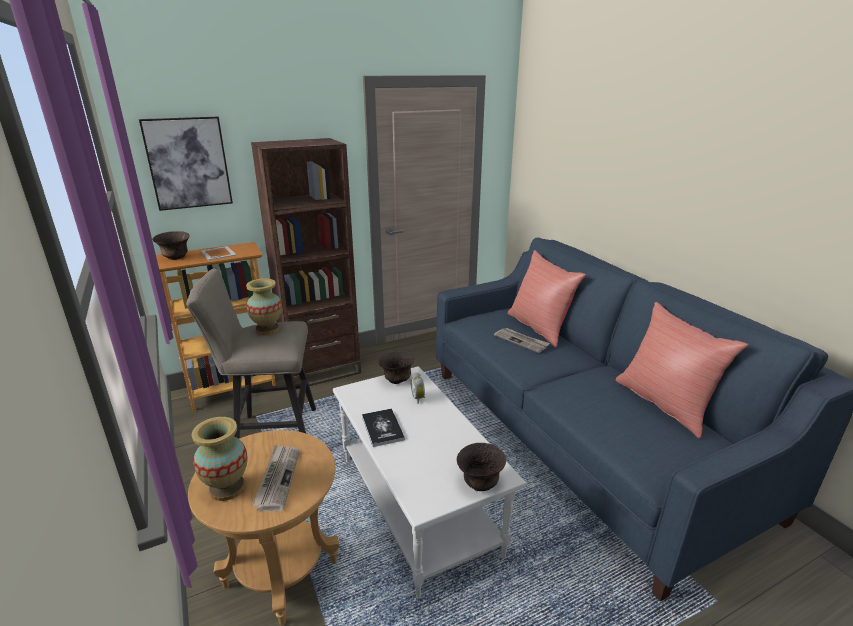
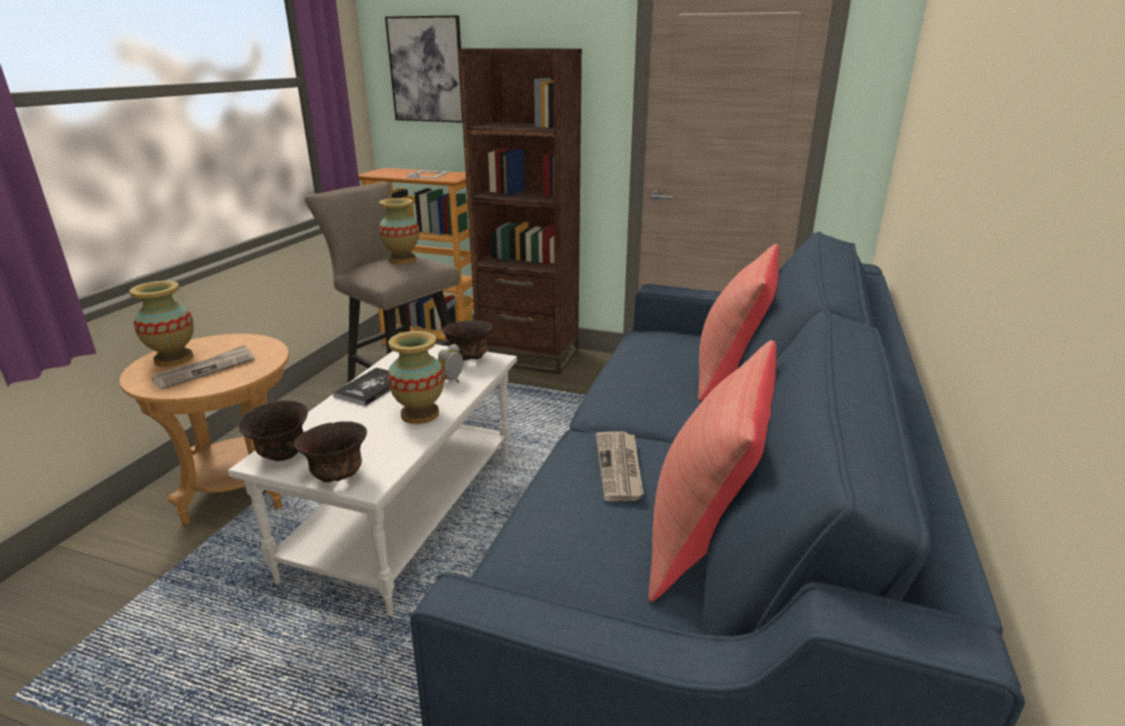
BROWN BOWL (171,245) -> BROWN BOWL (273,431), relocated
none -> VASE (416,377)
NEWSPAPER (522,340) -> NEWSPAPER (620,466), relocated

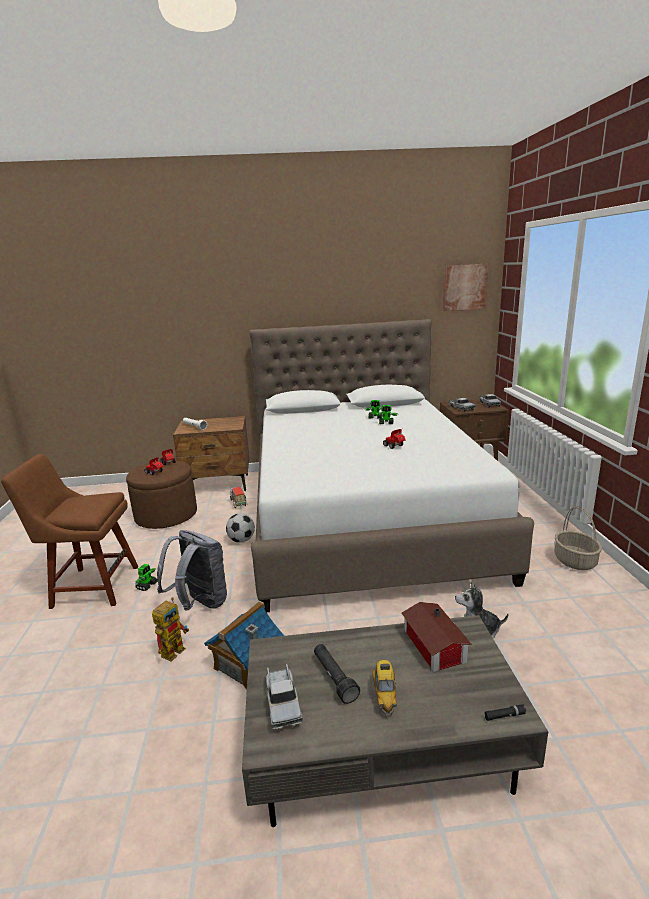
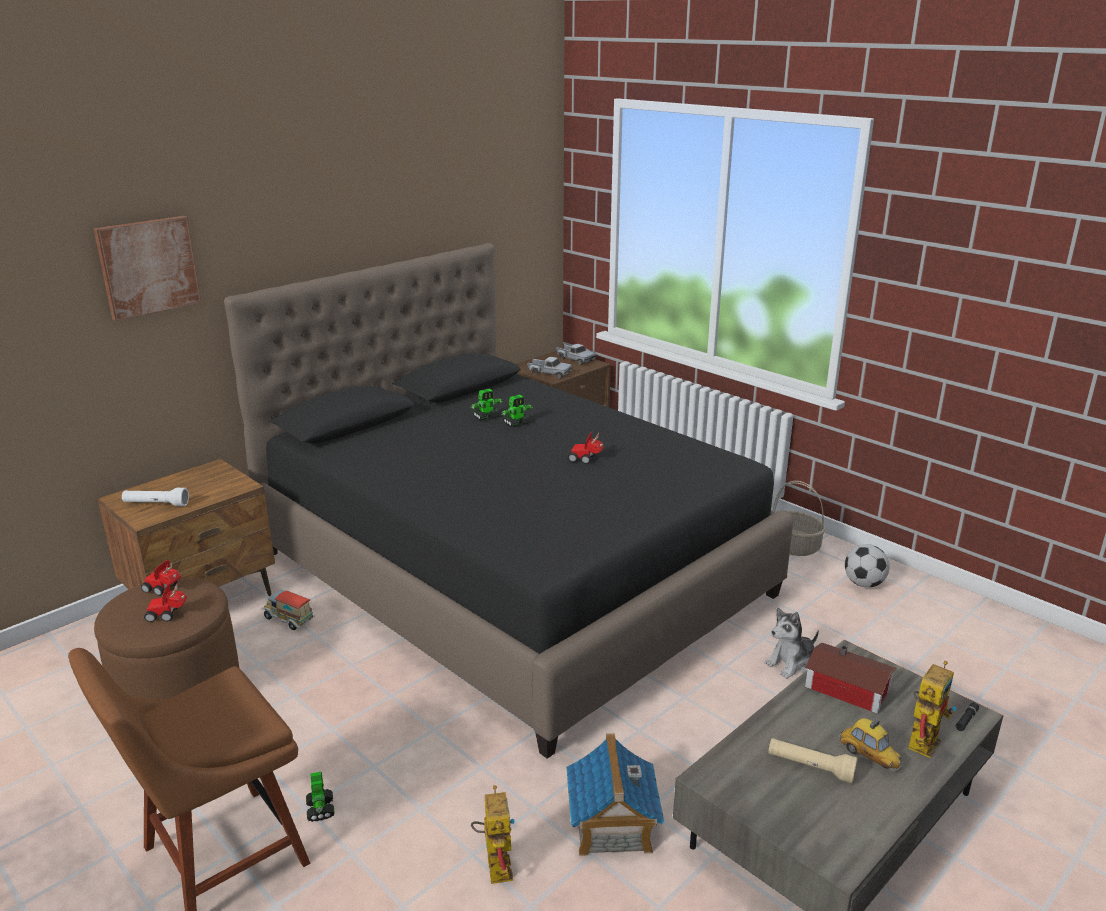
PICTURE (465,287) -> PICTURE (147,268), relocated
WHITE BED (391,465) -> BLACK BED (509,501)
BLACK FLASHLIGHT (337,674) -> BEIGE FLASHLIGHT (813,760)
FOOTBALL (240,528) -> FOOTBALL (867,566), relocated
none -> TOY ROBOT (932,709)
GREY BACKPACK (192,570) -> none
TOY TRUCK (284,697) -> none

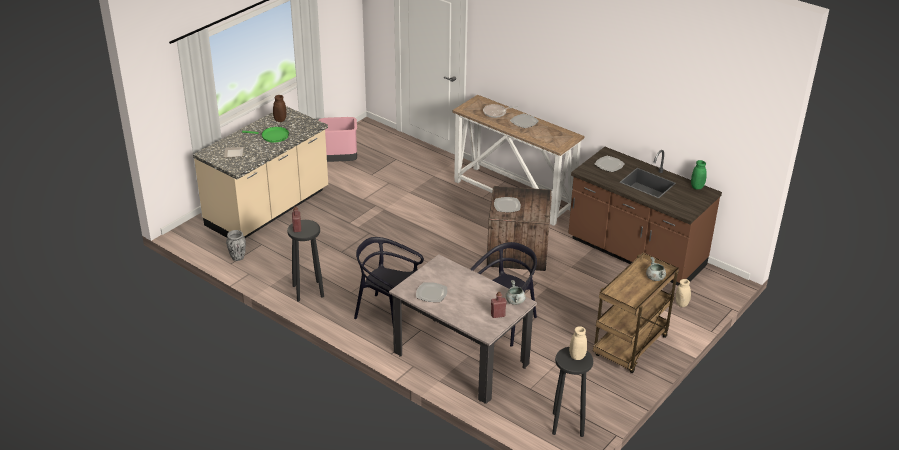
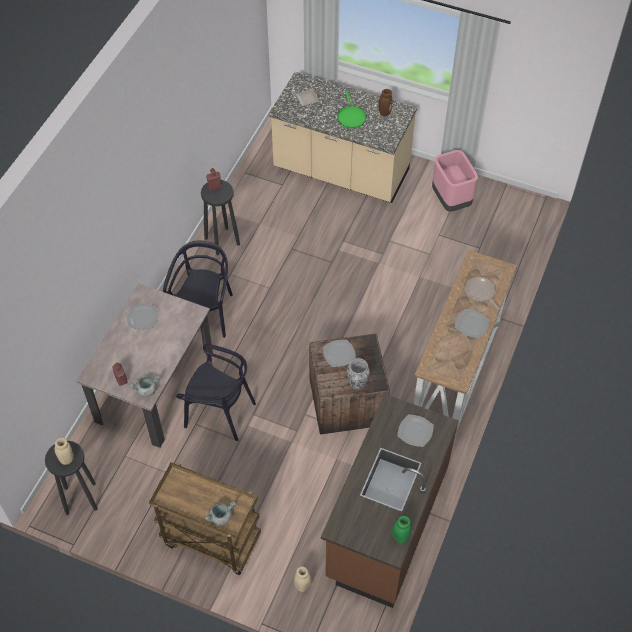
VASE (236,245) -> VASE (358,374), relocated

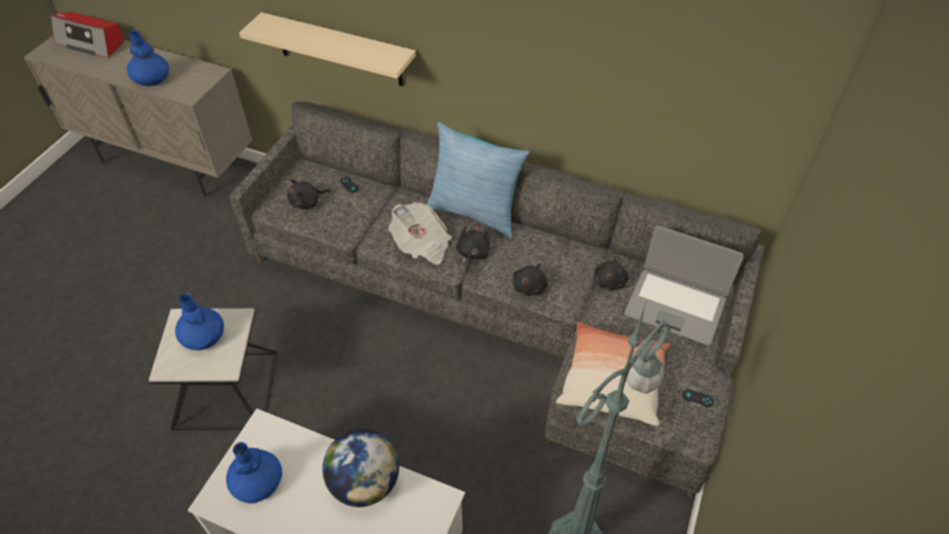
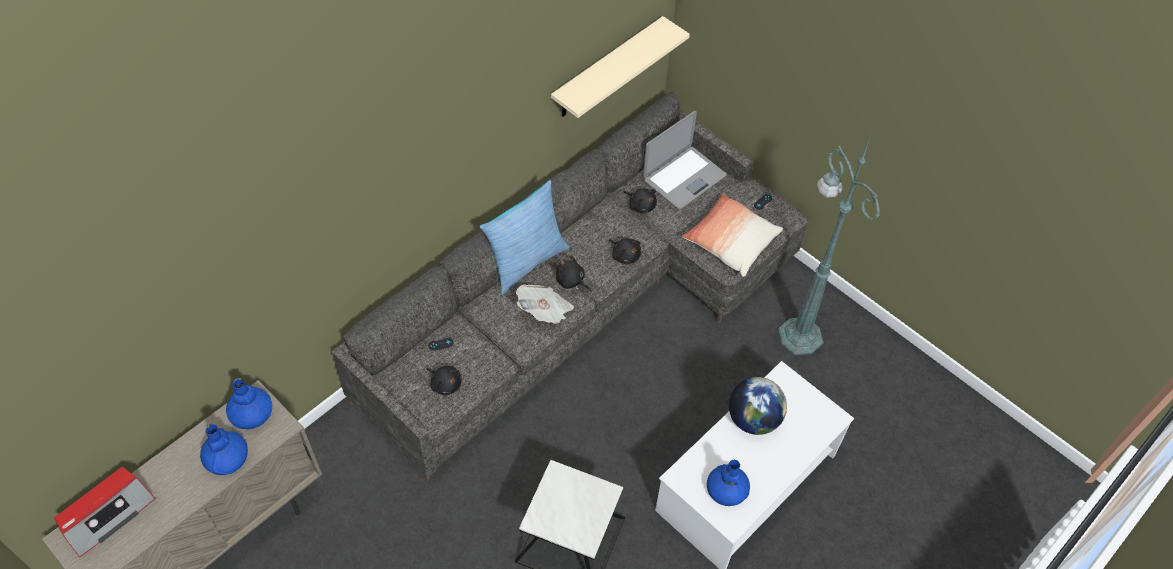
BLUE VASE (199,321) -> BLUE VASE (249,403), relocated
BLACK PLUSH TOY (309,194) -> BLACK PLUSH TOY (444,380), 45 degrees counterclockwise
BEIGE SHELF (327,49) -> BEIGE SHELF (620,67), relocated

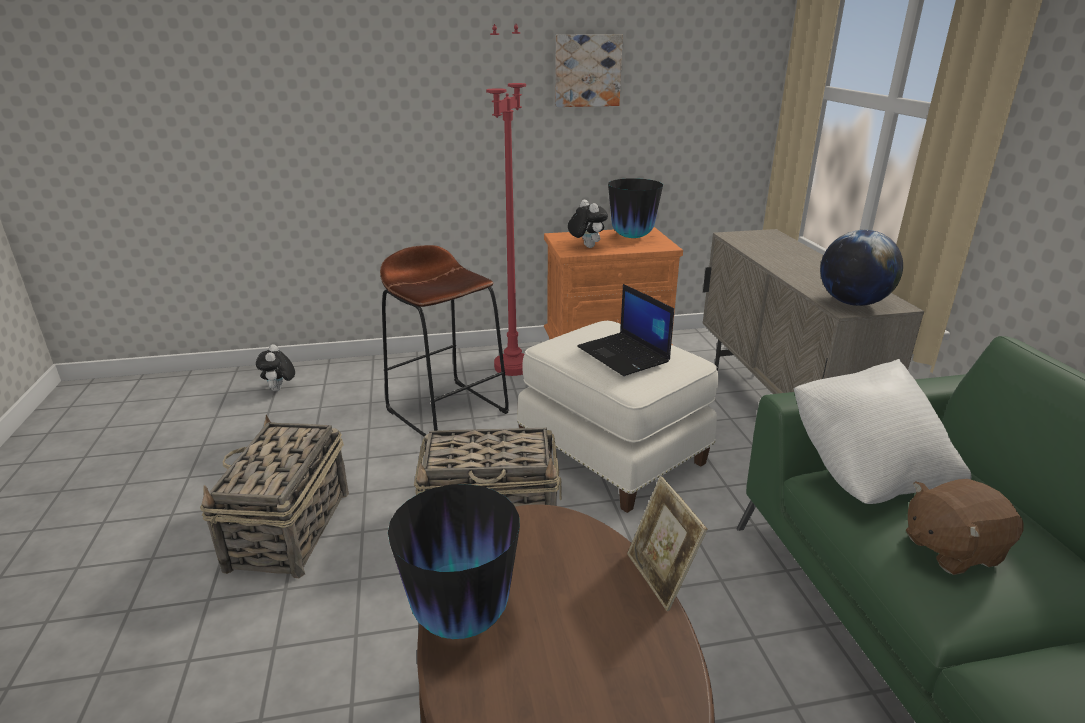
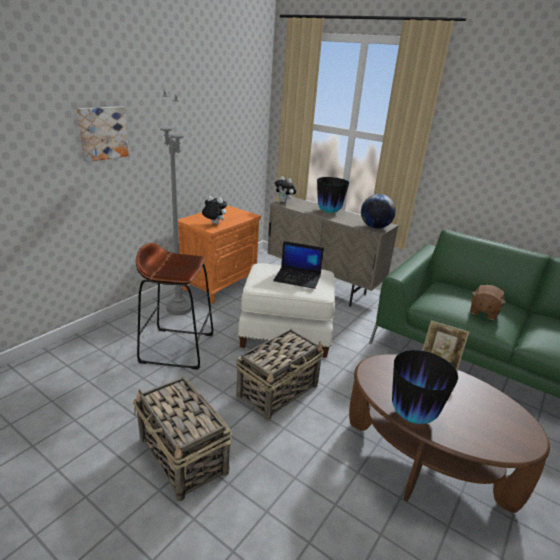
PICTURE (589,70) -> PICTURE (103,134), relocated
RED FLOOR LAMP (506,200) -> GREY FLOOR LAMP (176,202)
PLUSH TOY (275,367) -> PLUSH TOY (285,189), relocated
VASE (635,208) -> VASE (333,195), relocated
WHITE PILLOW (882,431) -> none

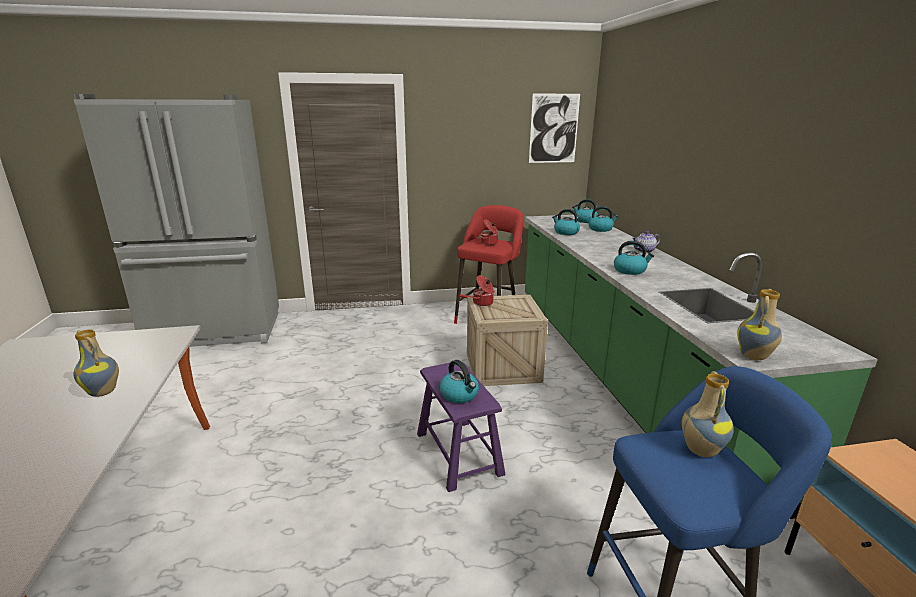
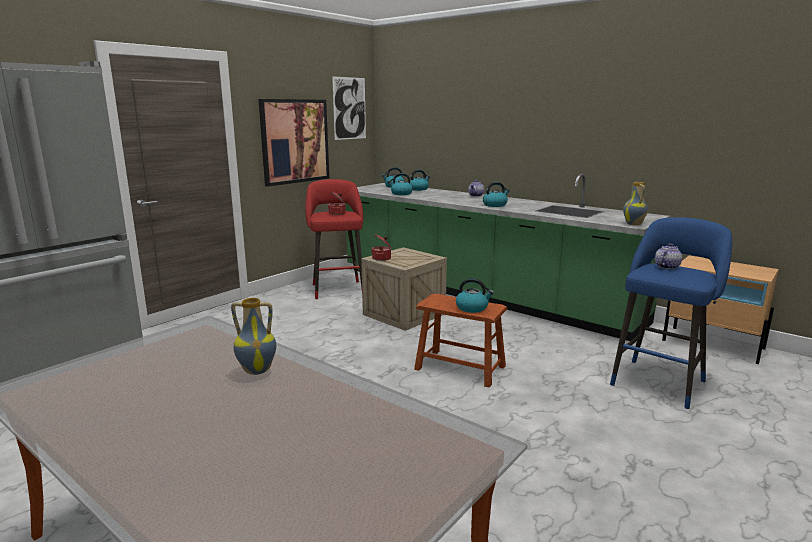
none -> PICTURE (293,143)
PURPLE STOOL (461,427) -> BROWN STOOL (460,340)
VASE (708,414) -> TEAPOT (668,256)

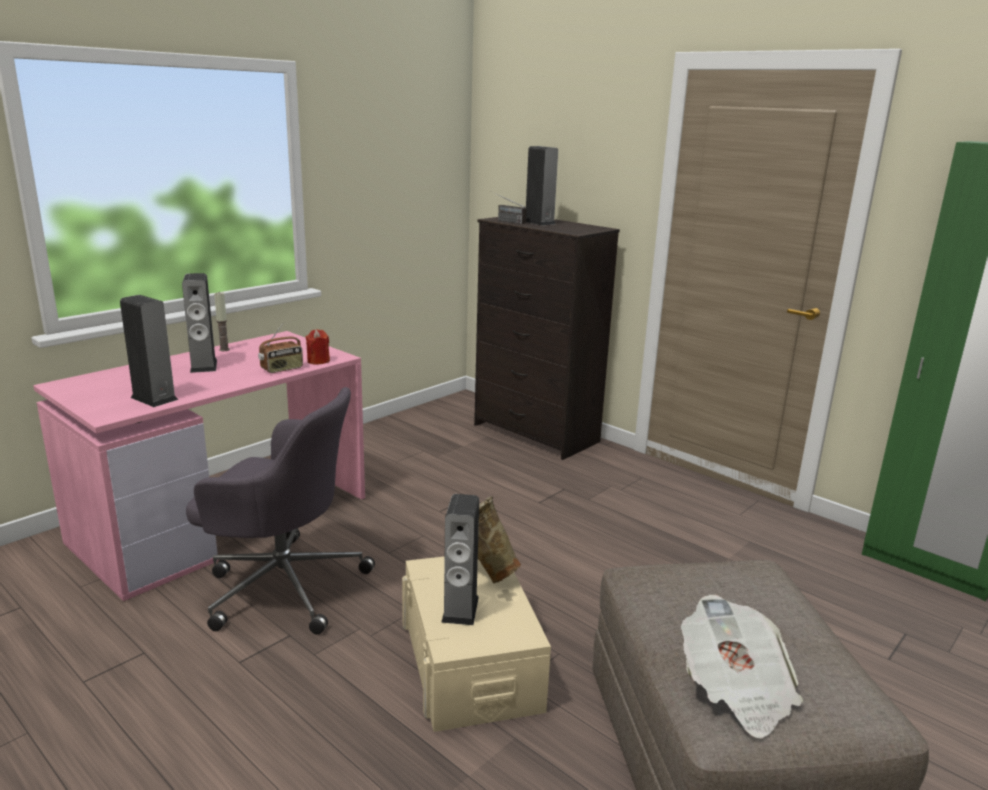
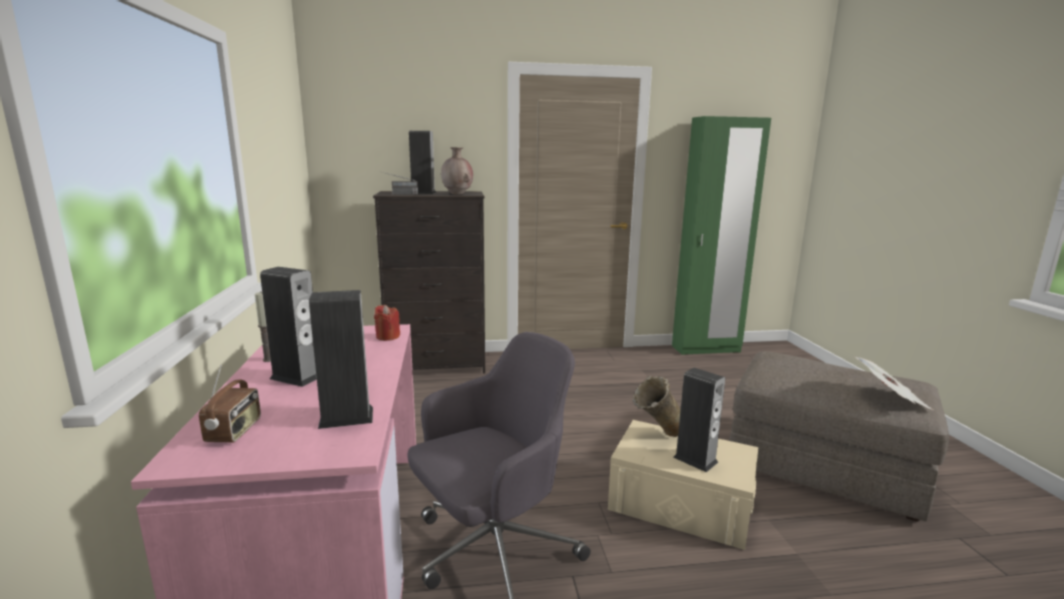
RADIO (280,348) -> RADIO (230,403), relocated
none -> BROWN VASE (457,171)

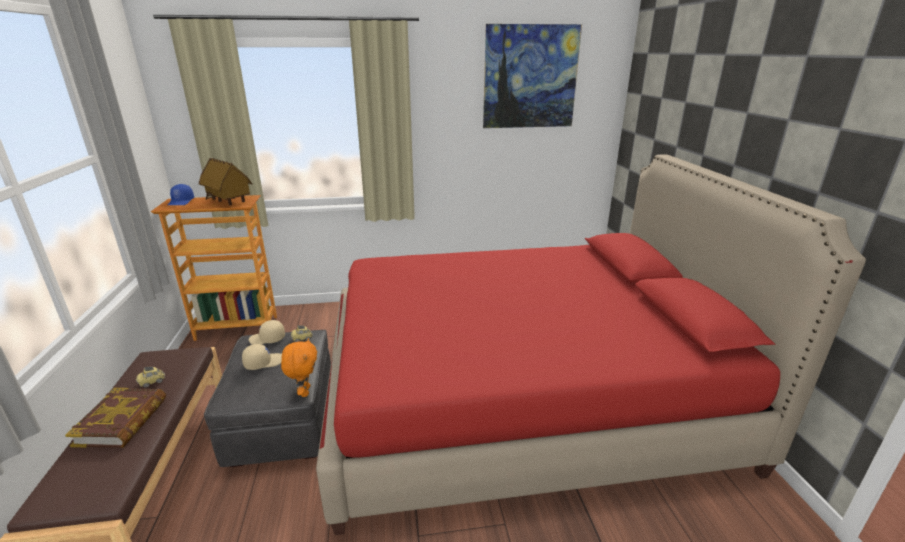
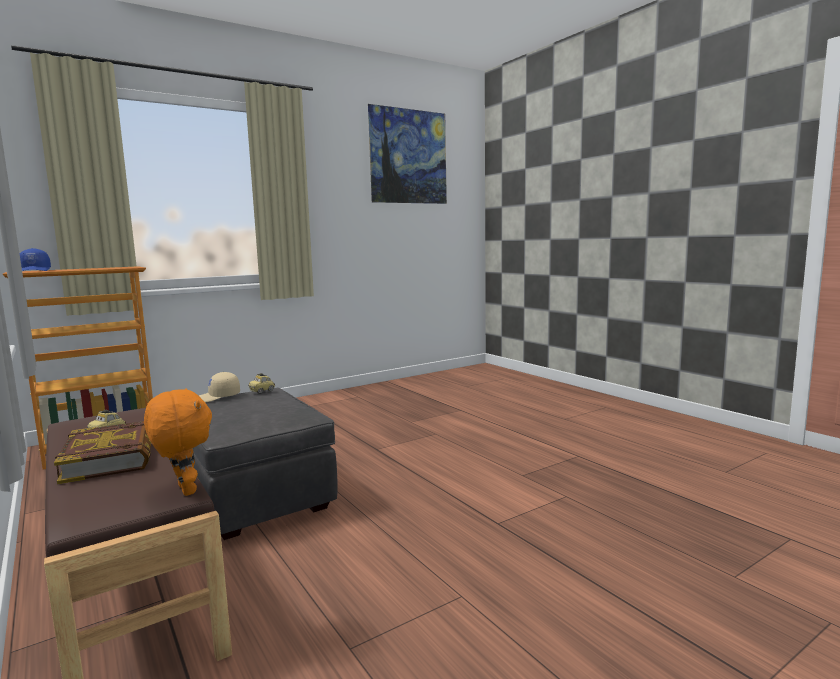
ORANGE PLUSH TOY (299,367) -> ORANGE PLUSH TOY (178,442), relocated
TOY HOUSE (226,181) -> none
BEIGE CAP (262,357) -> none
RED BED (591,344) -> none

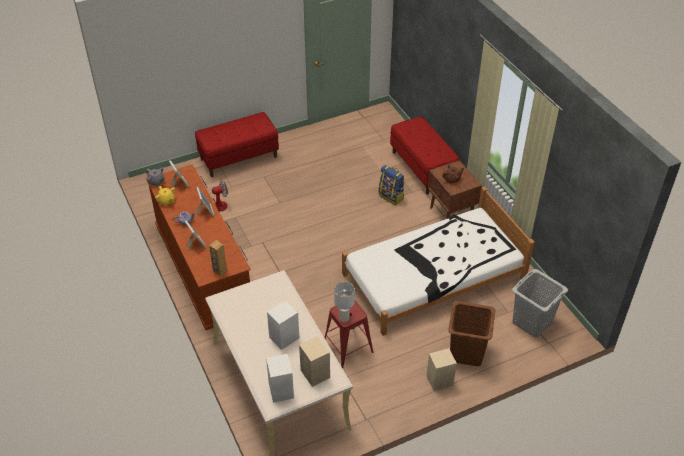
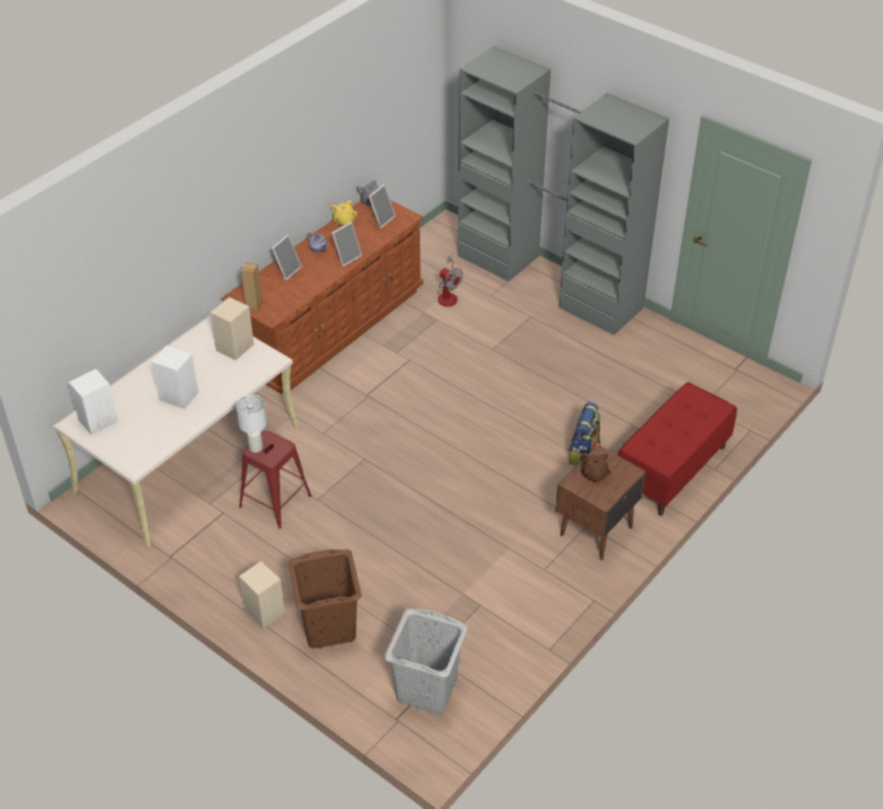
BEIGE SPEAKER (314,361) -> BEIGE SPEAKER (232,329), relocated
RED BENCH (237,144) -> GREY WARDROBE (563,190)
WHITE BED (438,261) -> none

